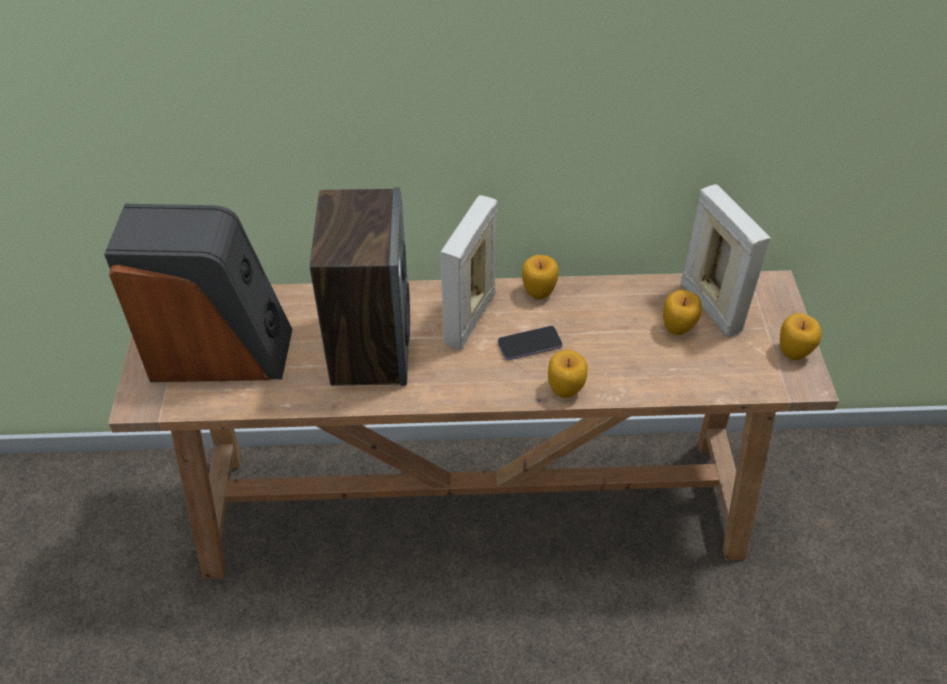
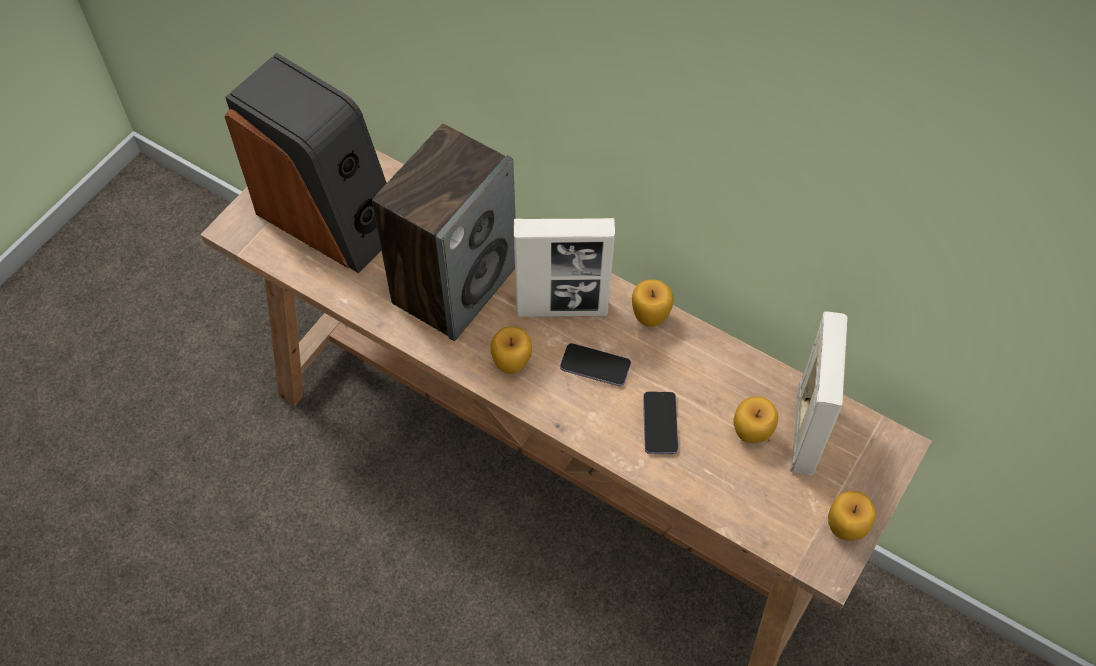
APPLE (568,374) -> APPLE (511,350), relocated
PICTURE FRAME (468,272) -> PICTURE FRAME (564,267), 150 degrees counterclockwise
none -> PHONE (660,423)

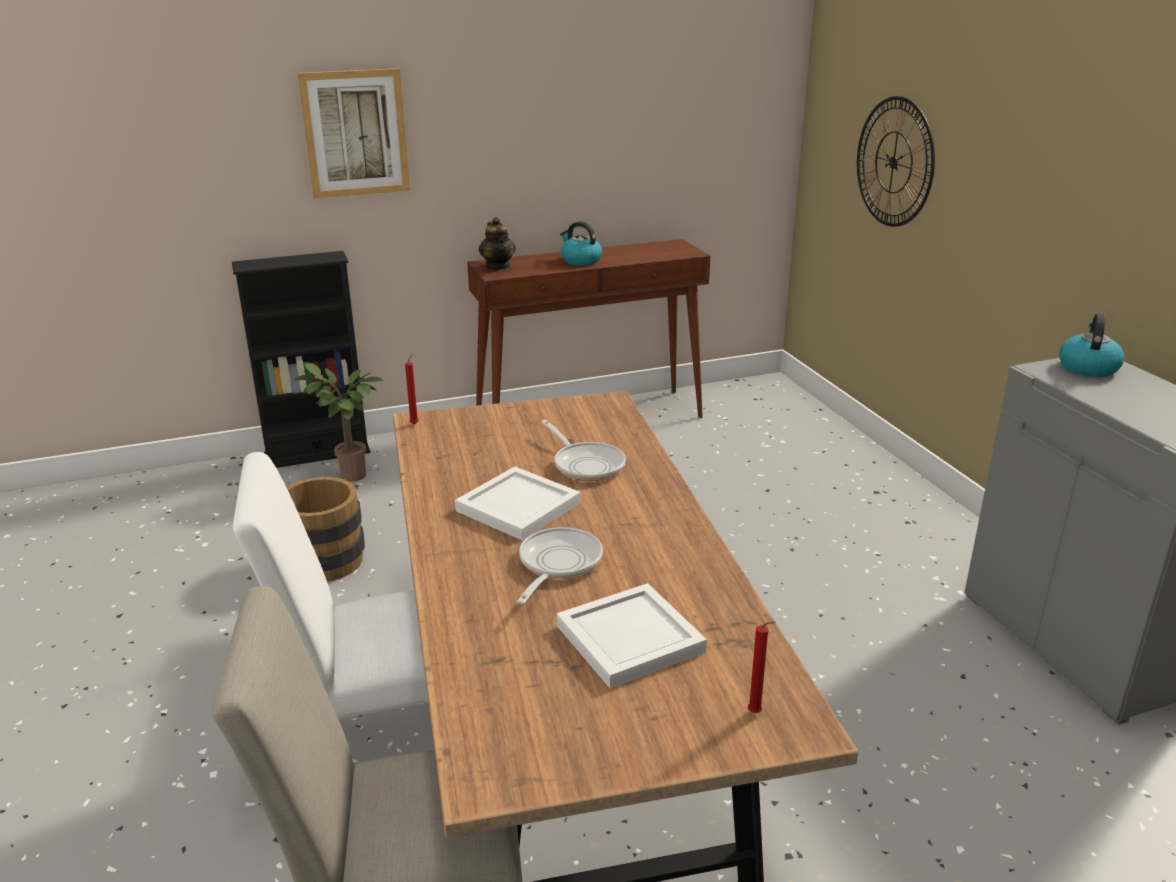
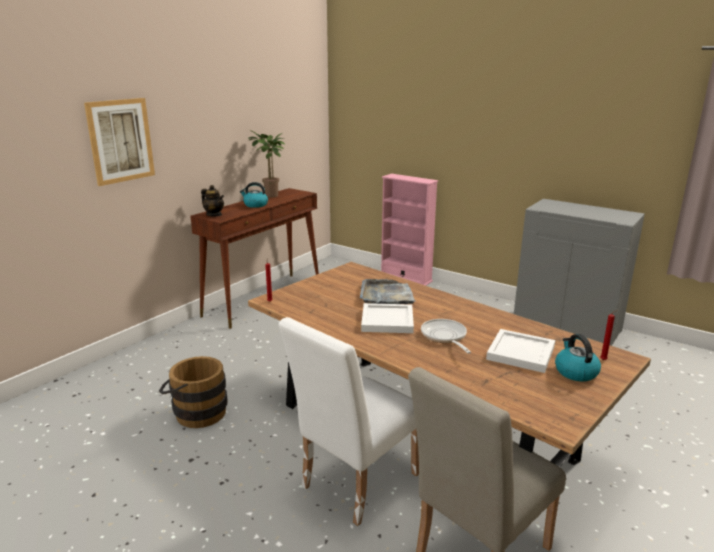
POTTED PLANT (338,422) -> POTTED PLANT (266,164), relocated
FRYING PAN (583,450) -> GREY TRAY (388,291)
none -> PINK BOOKCASE (409,230)
KETTLE (1092,345) -> KETTLE (578,358), relocated
BLACK BOOKCASE (301,359) -> none
WALL CLOCK (896,161) -> none

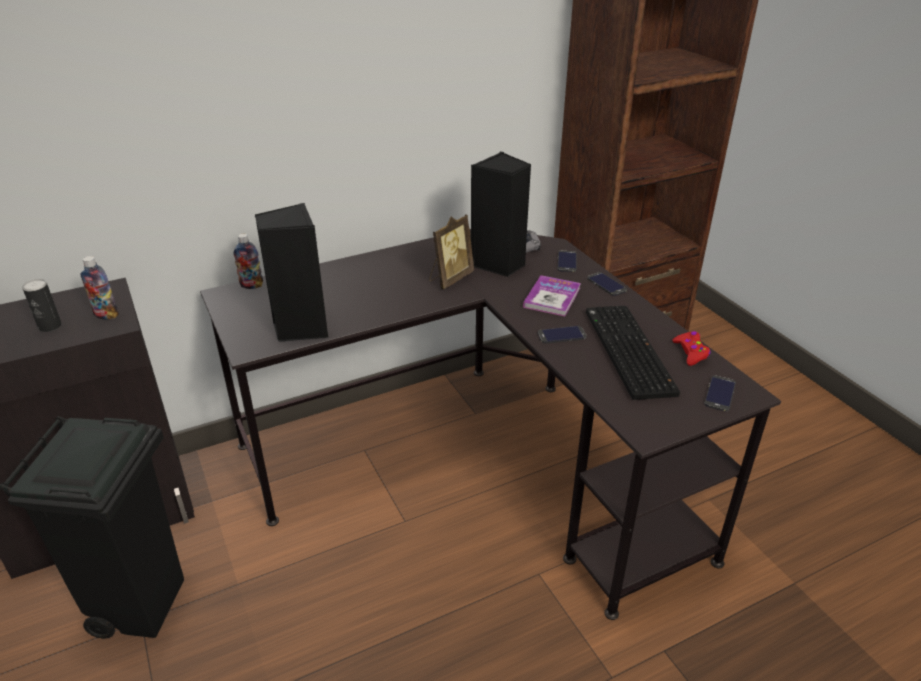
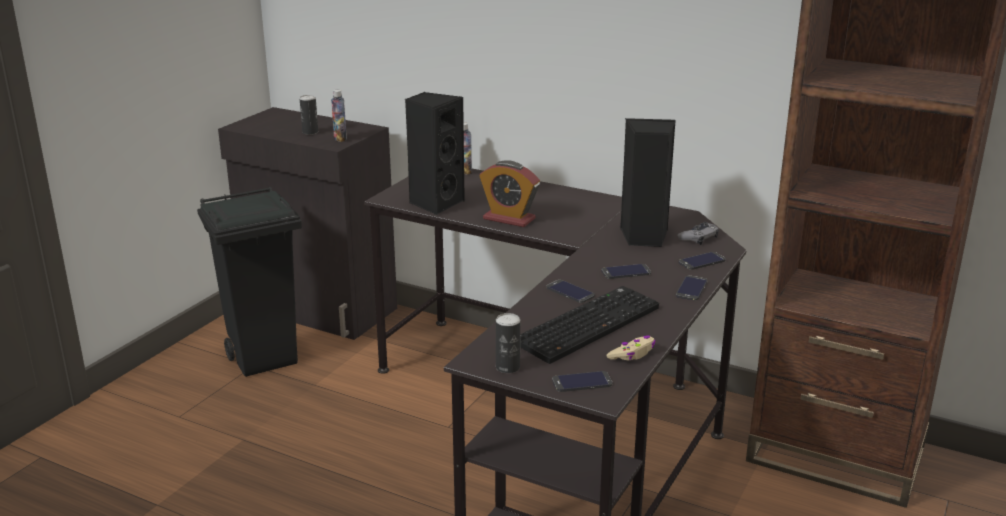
none -> ALARM CLOCK (509,193)
none -> CAN (508,343)
BOOK (552,295) -> PHONE (626,271)
RED GAME CONTROLLER (691,348) -> BEIGE GAME CONTROLLER (631,347)
PICTURE FRAME (451,252) -> none

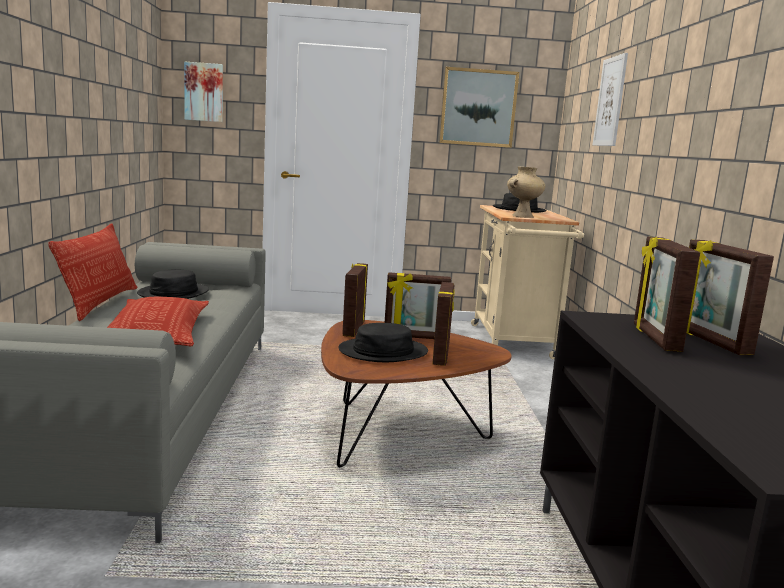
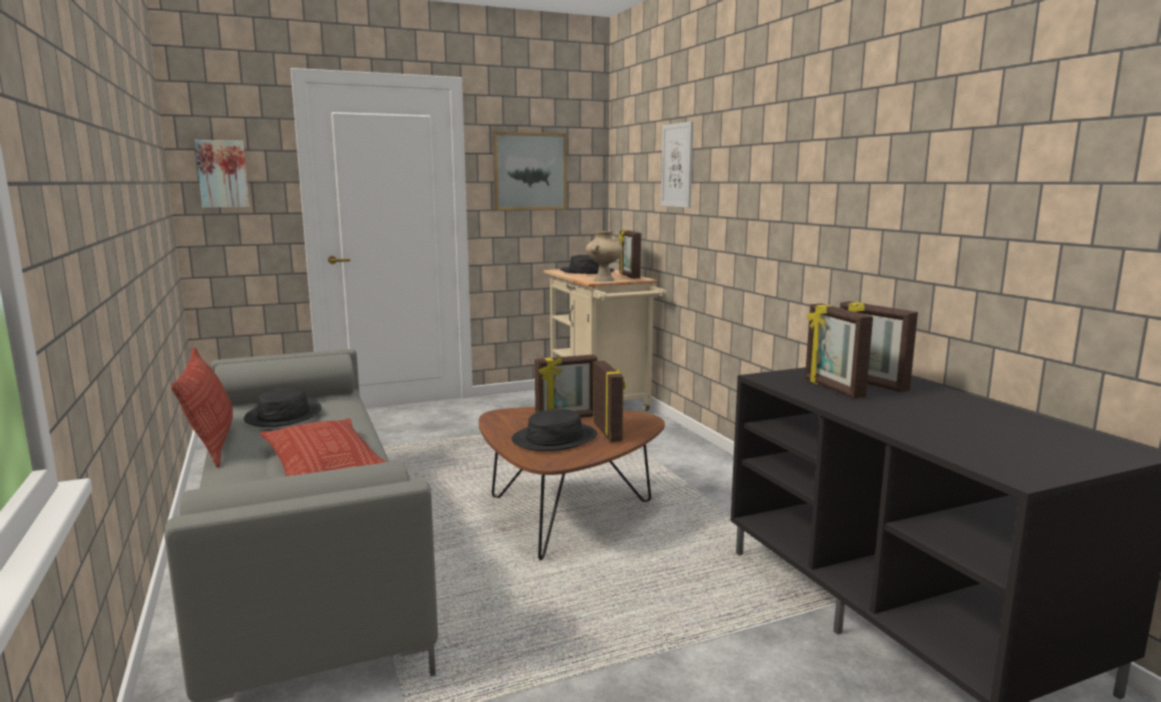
PICTURE FRAME (355,300) -> PICTURE FRAME (630,254), relocated

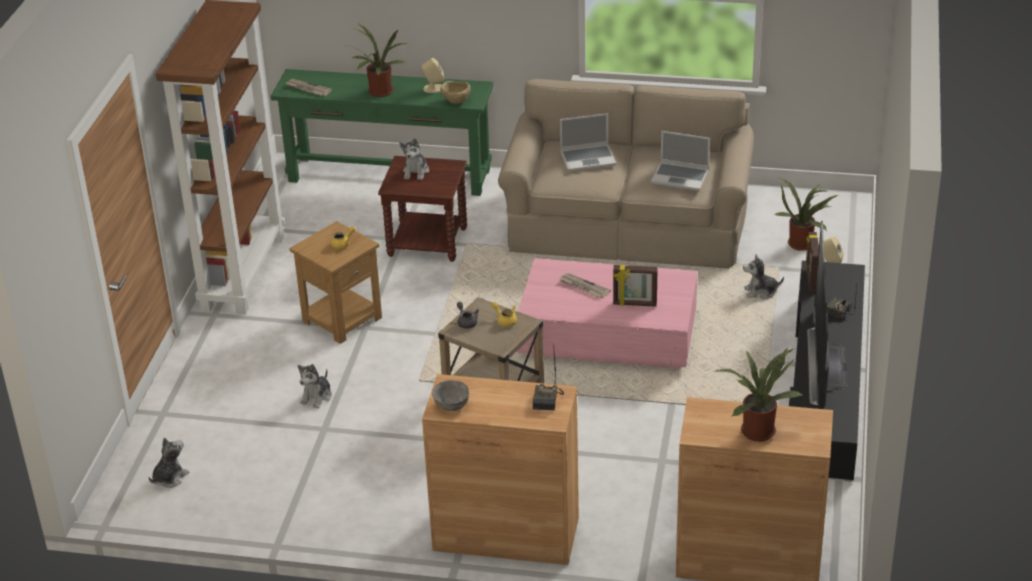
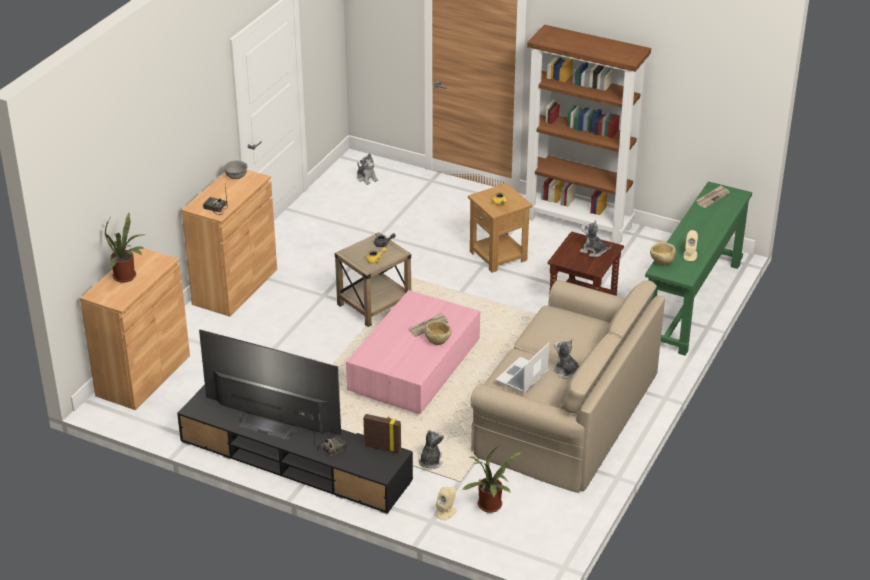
none -> BEIGE BOWL (438,332)
PLUSH TOY (315,386) -> PLUSH TOY (565,359), relocated
POTTED PLANT (379,60) -> none
LAPTOP (588,142) -> none
PICTURE FRAME (635,286) -> none

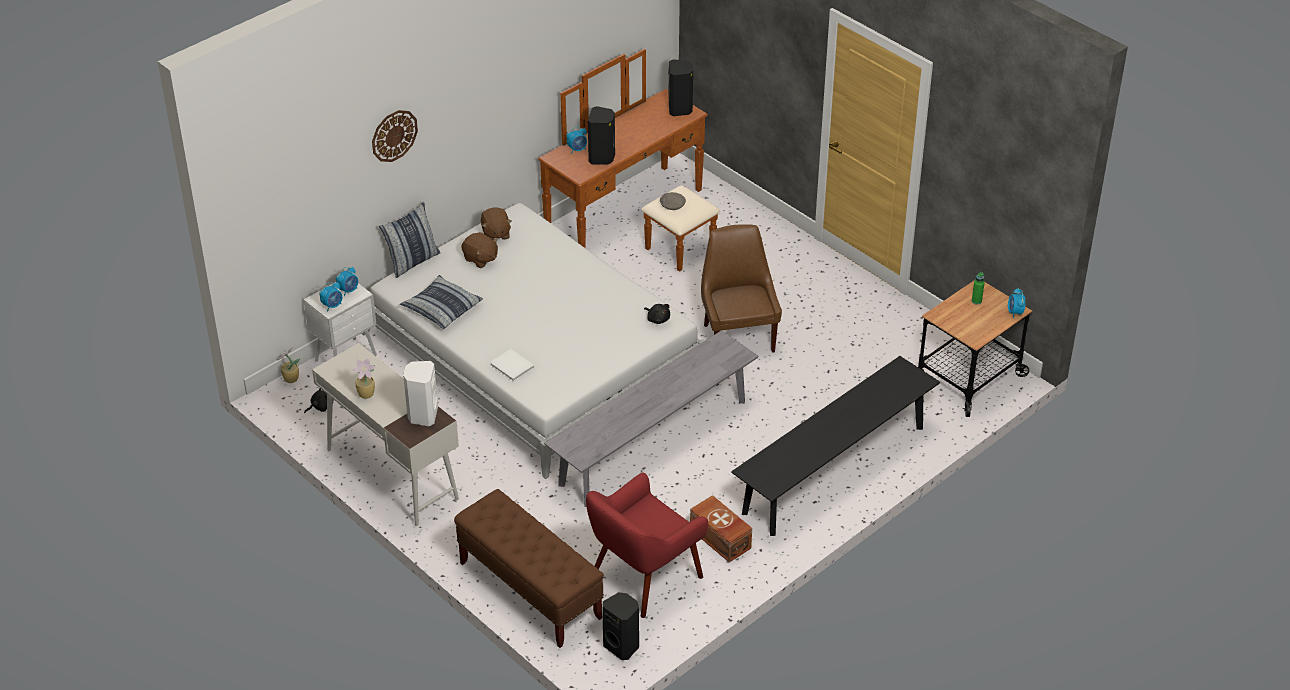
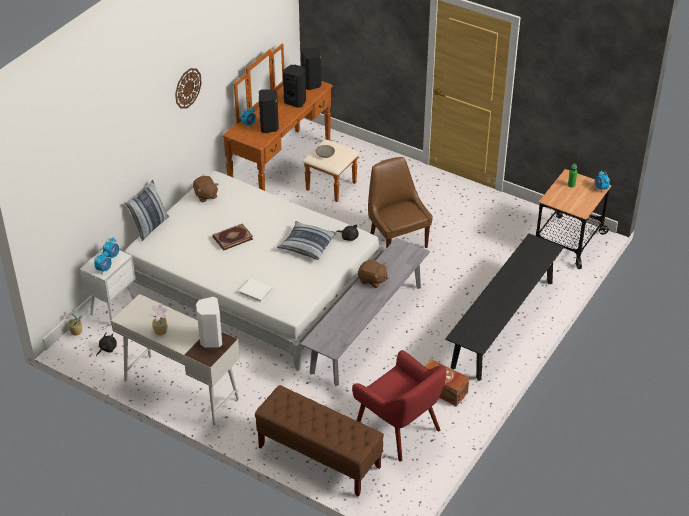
WALL CLOCK (395,136) -> WALL CLOCK (188,88), relocated
none -> BOOK (232,237)
PILLOW (441,302) -> PILLOW (306,240), relocated
BLACK SPEAKER (620,626) -> BLACK SPEAKER (294,86), relocated
RED ARMCHAIR (647,545) -> RED ARMCHAIR (399,405), 75 degrees counterclockwise
BROWN PLUSH TOY (479,250) -> BROWN PLUSH TOY (373,273), relocated

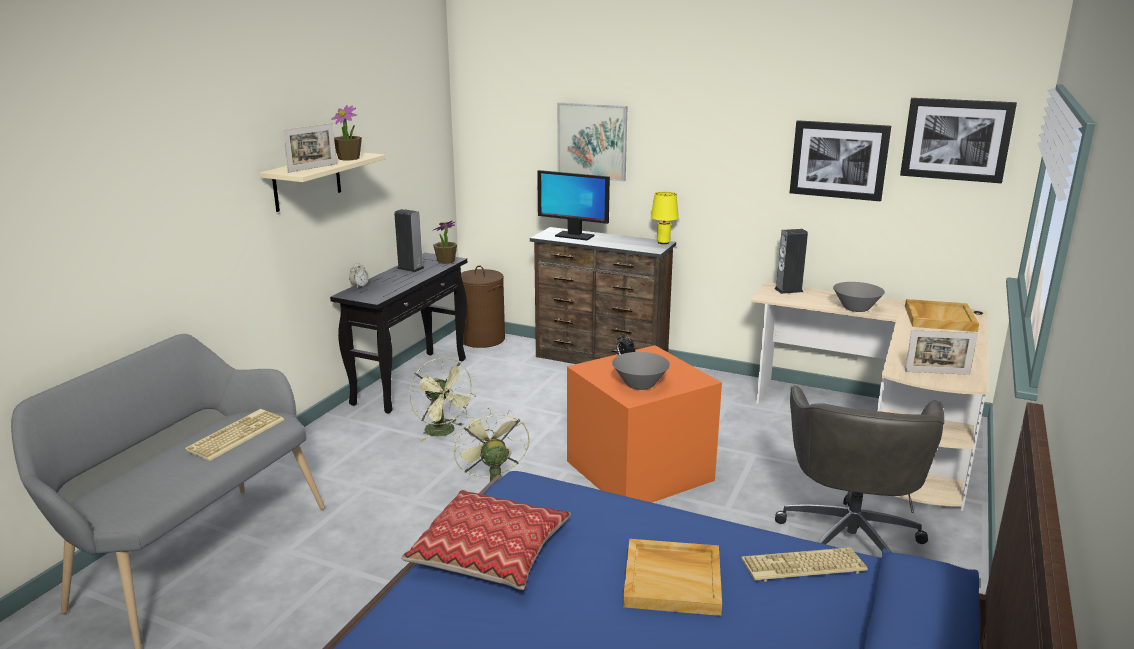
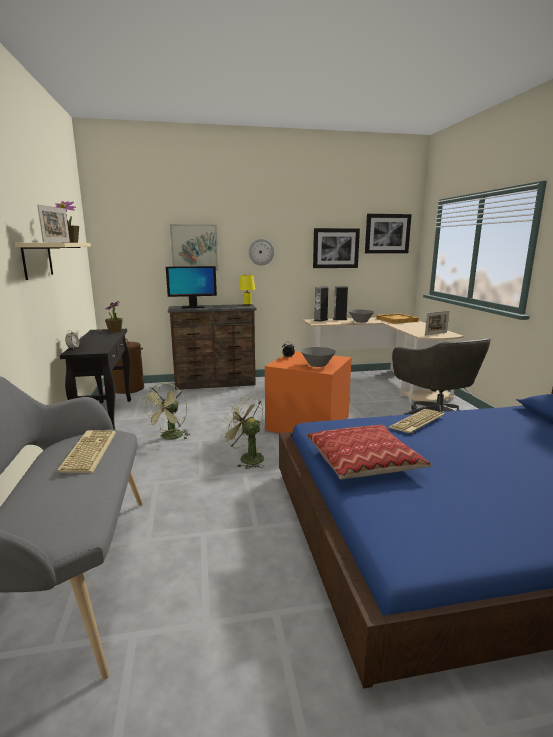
GREEN FAN (442,399) -> GREEN FAN (165,411), 90 degrees clockwise
none -> WALL CLOCK (261,252)
SPEAKER (409,240) -> SPEAKER (340,303), relocated
KEYBOARD (804,564) -> KEYBOARD (416,421), relocated
BEIGE TRAY (672,577) -> none

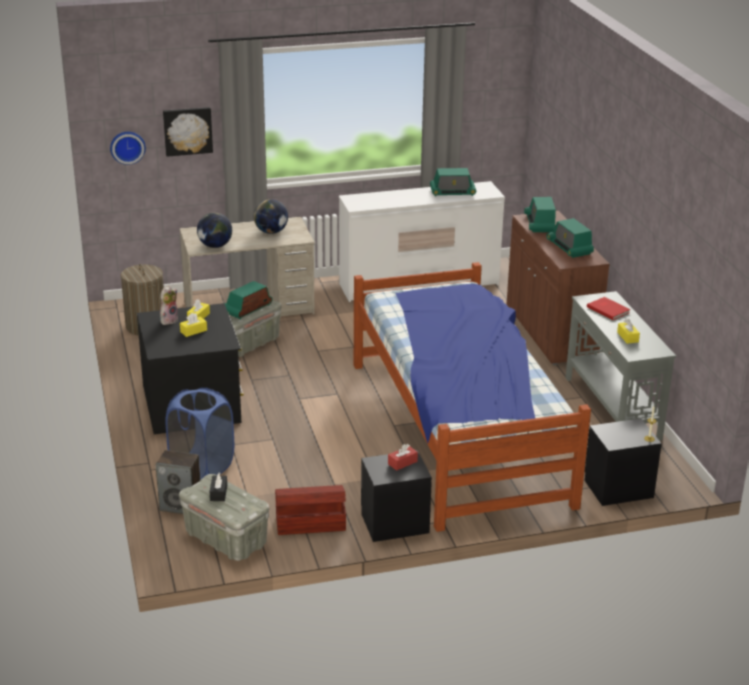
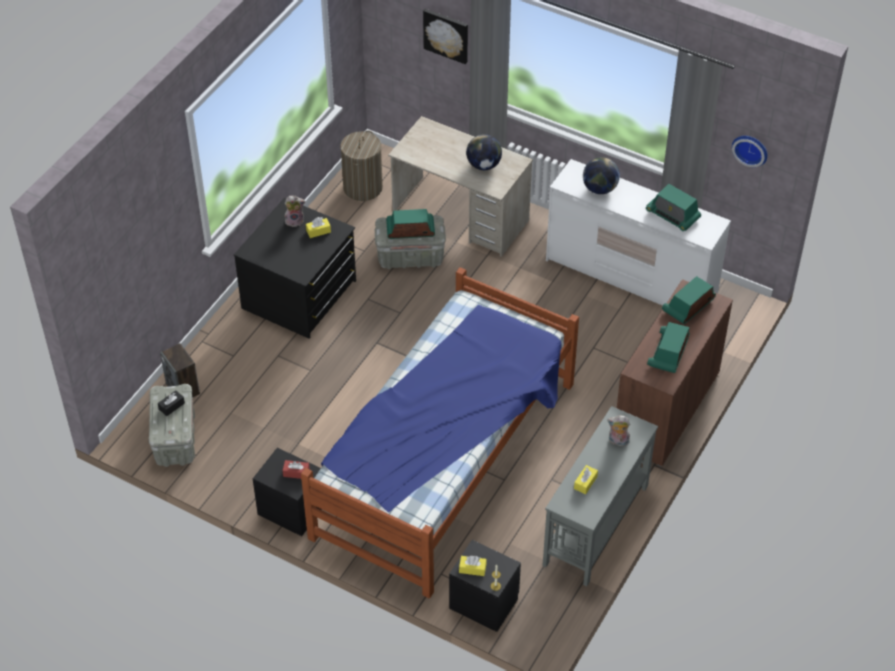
YELLOW TISSUE BOX (193,325) -> YELLOW TISSUE BOX (473,566), relocated
GLOBE (214,230) -> GLOBE (601,175), relocated
RED BOOK (608,308) -> PLUSH TOY (619,431)
WALL CLOCK (128,148) -> WALL CLOCK (749,151), relocated
BLUE LAUNDRY BASKET (200,433) -> none
BROWN STORAGE BOX (310,510) -> none

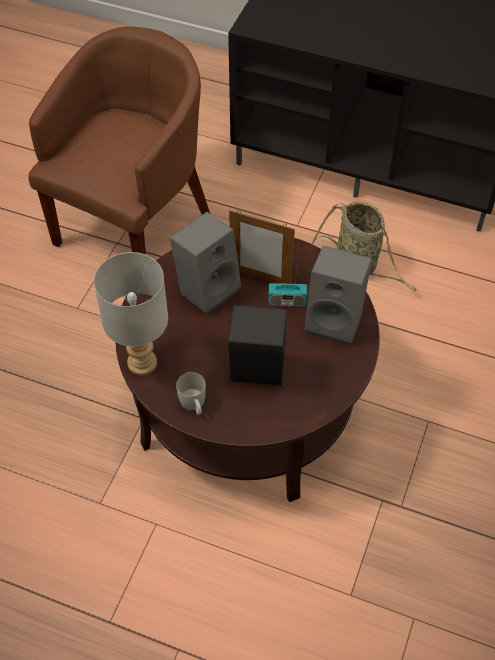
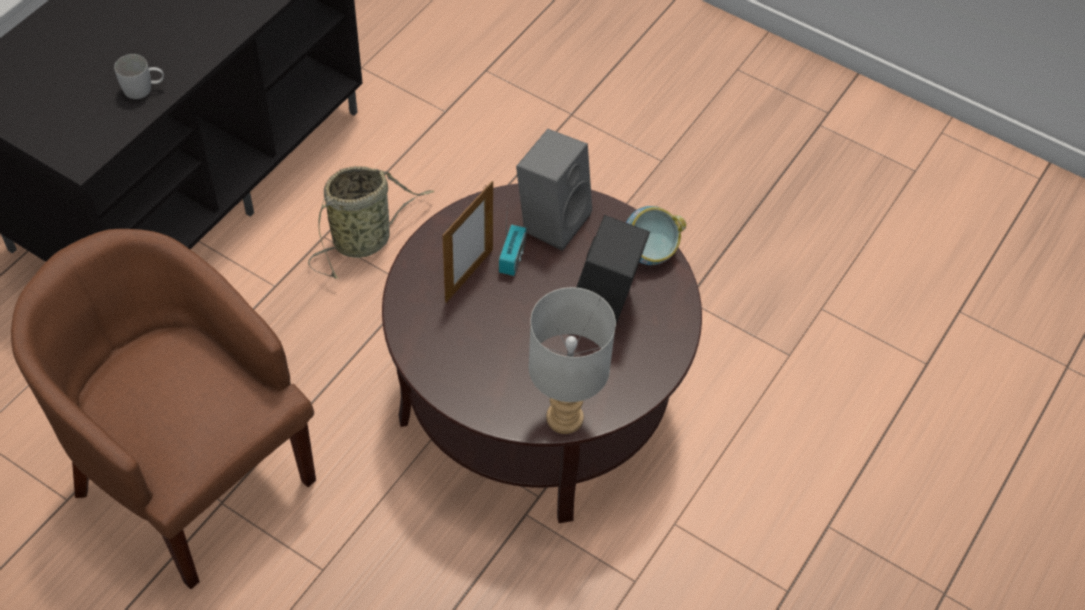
WHITE MUG (191,393) -> WHITE MUG (139,76), relocated
none -> BOWL (656,235)
GREY SPEAKER (205,263) -> none

